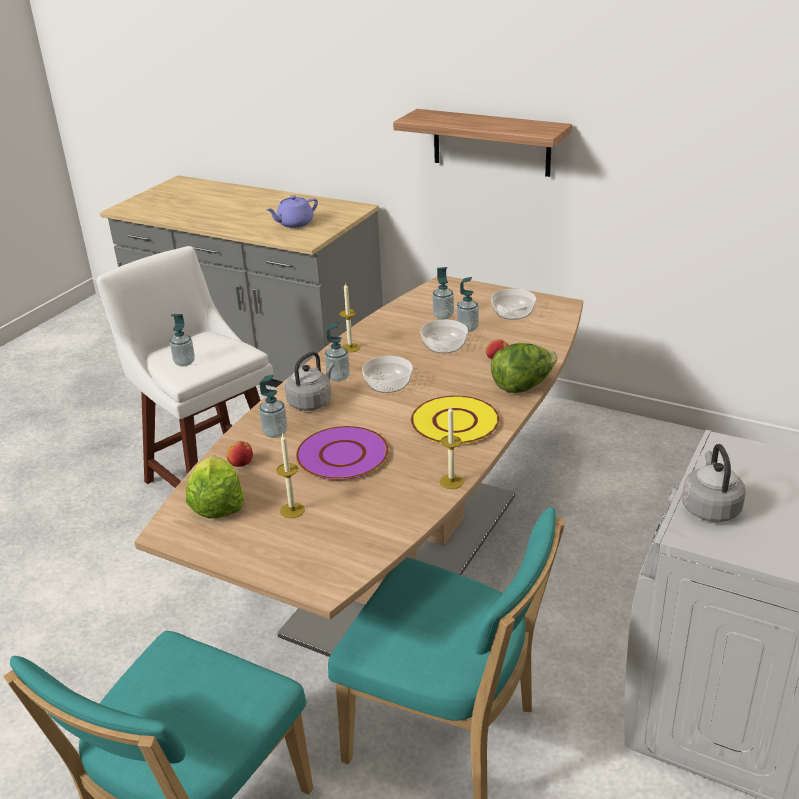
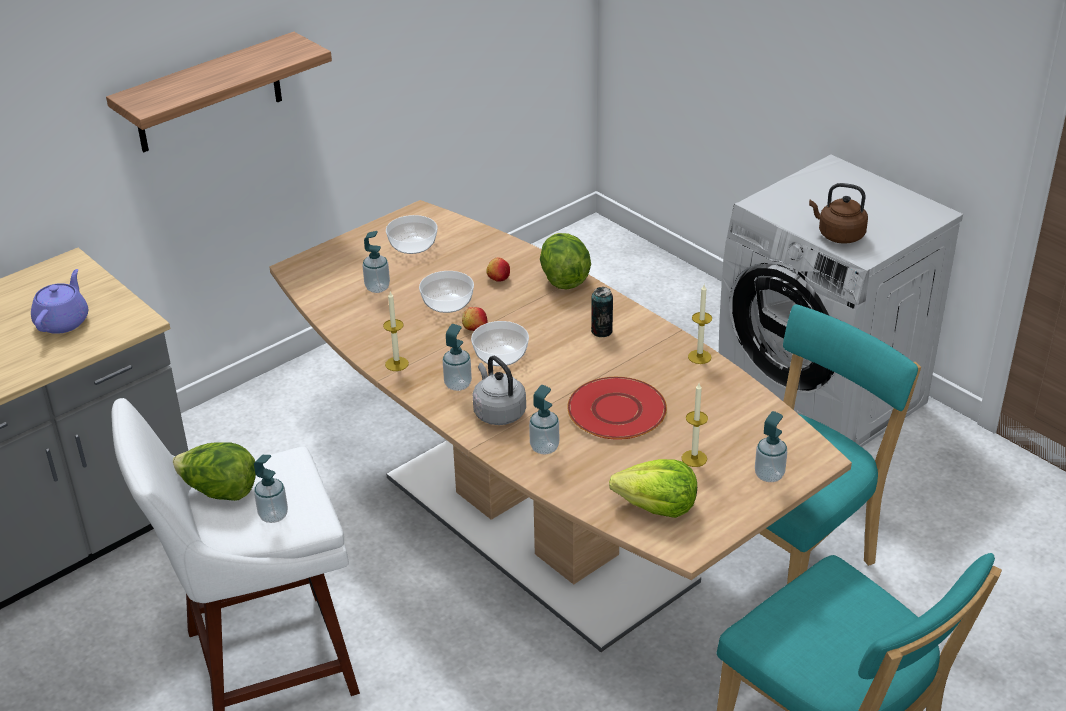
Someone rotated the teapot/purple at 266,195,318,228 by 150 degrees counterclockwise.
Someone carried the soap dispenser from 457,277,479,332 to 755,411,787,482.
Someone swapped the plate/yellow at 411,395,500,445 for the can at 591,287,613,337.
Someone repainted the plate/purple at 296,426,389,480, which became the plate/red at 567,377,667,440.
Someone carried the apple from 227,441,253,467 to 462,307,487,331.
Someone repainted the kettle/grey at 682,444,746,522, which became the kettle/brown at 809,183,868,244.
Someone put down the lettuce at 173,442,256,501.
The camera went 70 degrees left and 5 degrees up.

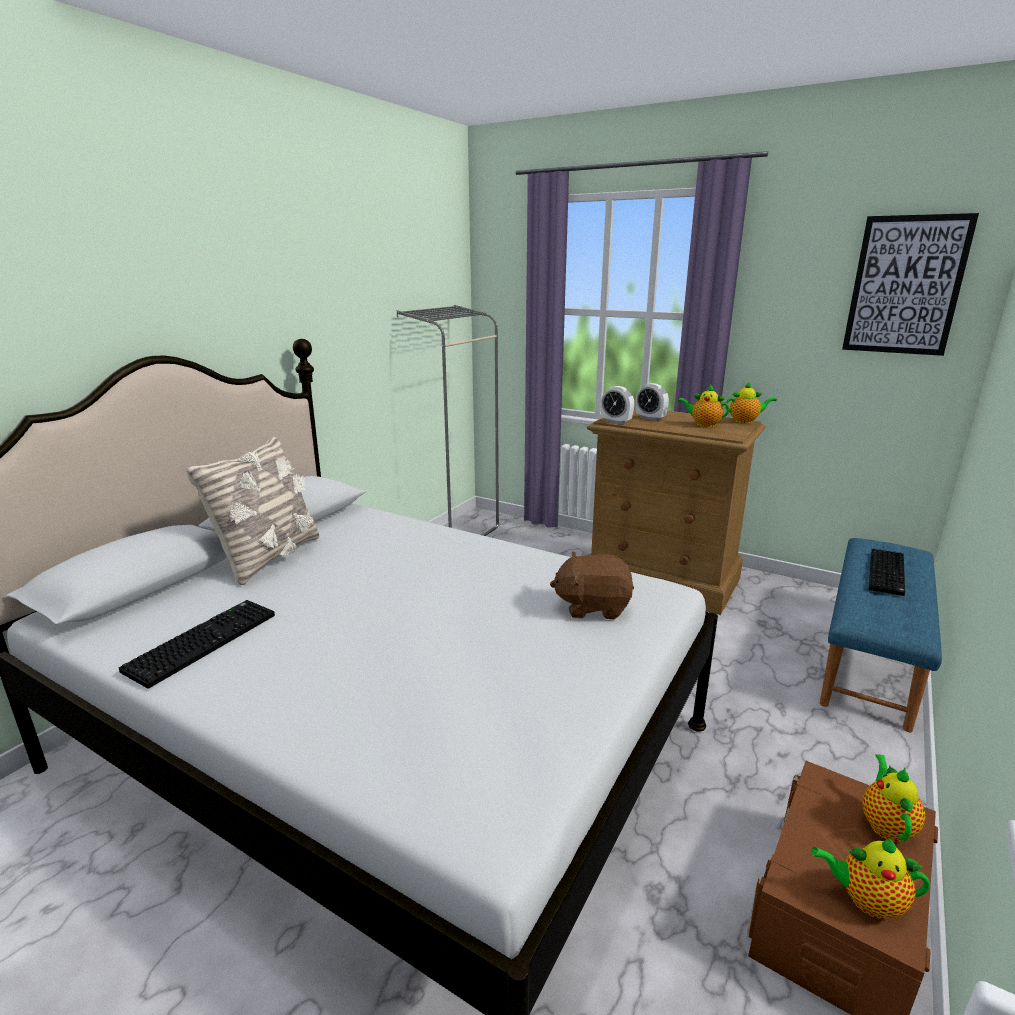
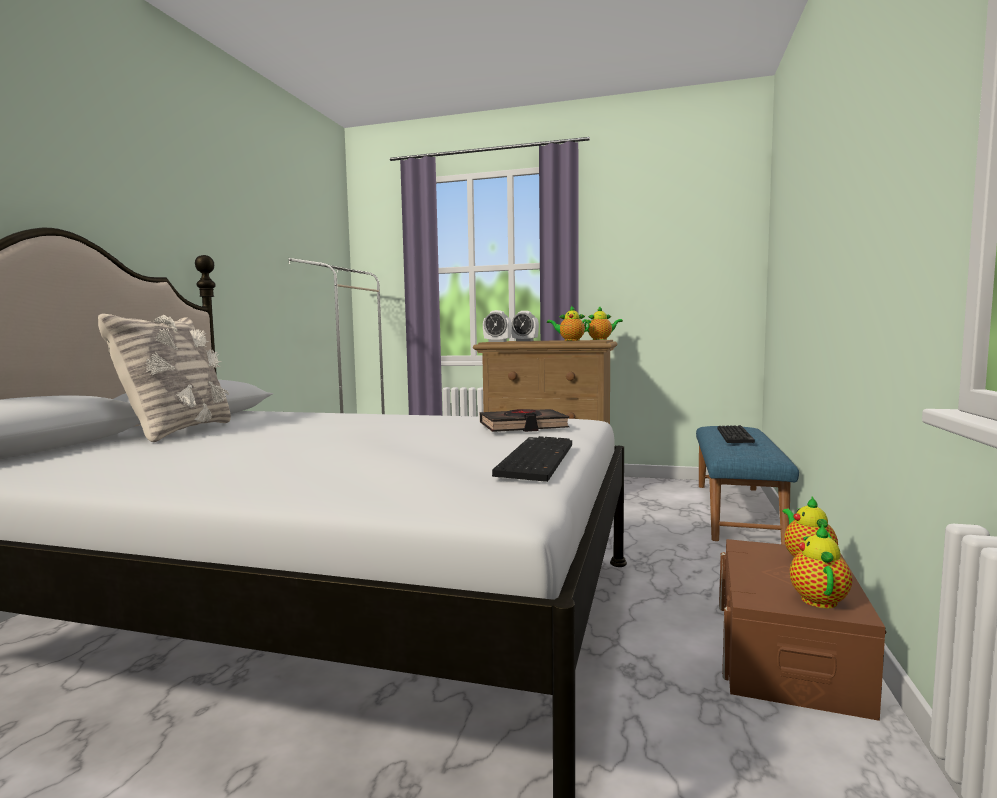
Someone took away the picture at 842,213,979,356.
Someone swapped the plush toy/brown at 550,551,634,619 for the book/black at 480,409,569,432.
Someone carried the keyboard from 119,600,275,689 to 492,436,572,482.
Someone rotated the teapot at 812,838,930,919 by 105 degrees clockwise.
The camera went 15 degrees left and 15 degrees down.

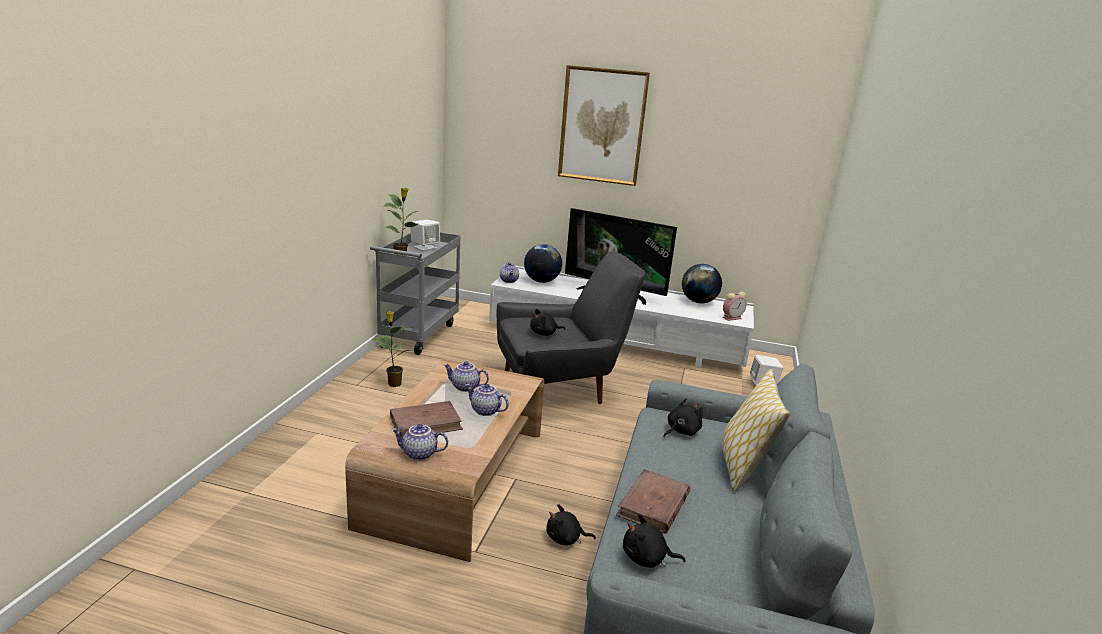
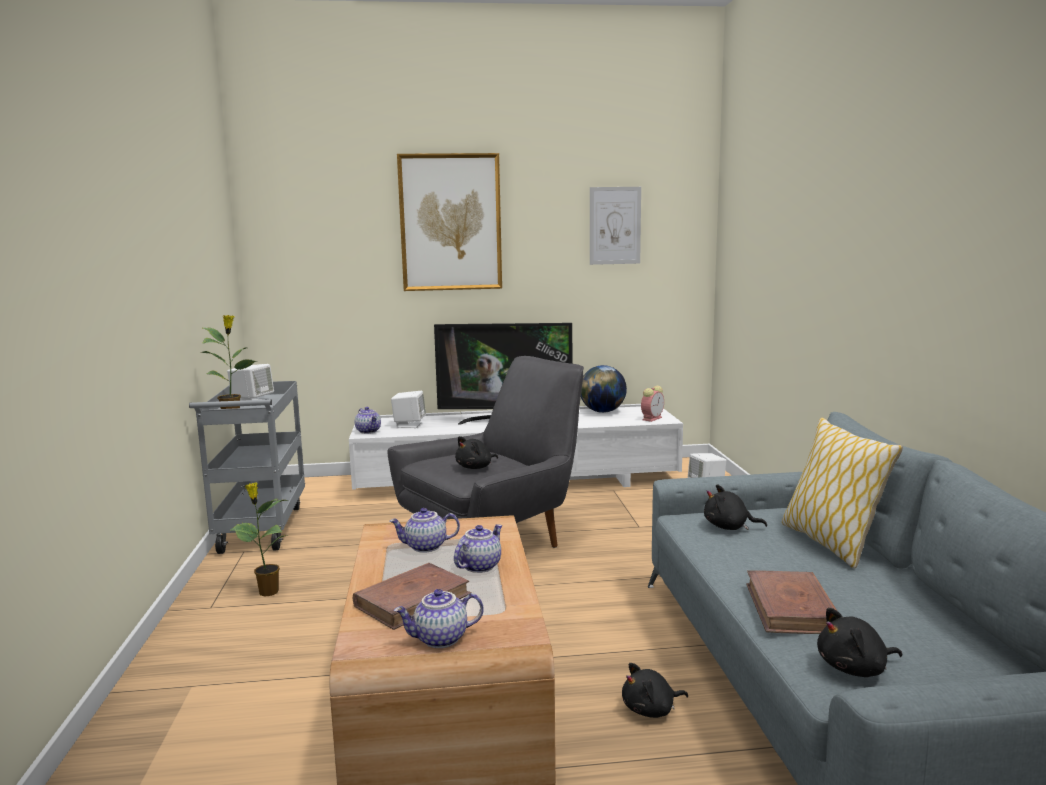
Someone swapped the globe at 524,244,562,283 for the speaker/white at 391,391,426,428.
Someone rotated the teapot at 466,384,509,416 by 120 degrees clockwise.
Someone rotated the plush toy/black at 663,398,703,437 by 105 degrees counterclockwise.
Someone put up the picture at 590,187,641,265.
The camera went 20 degrees left and 10 degrees down.

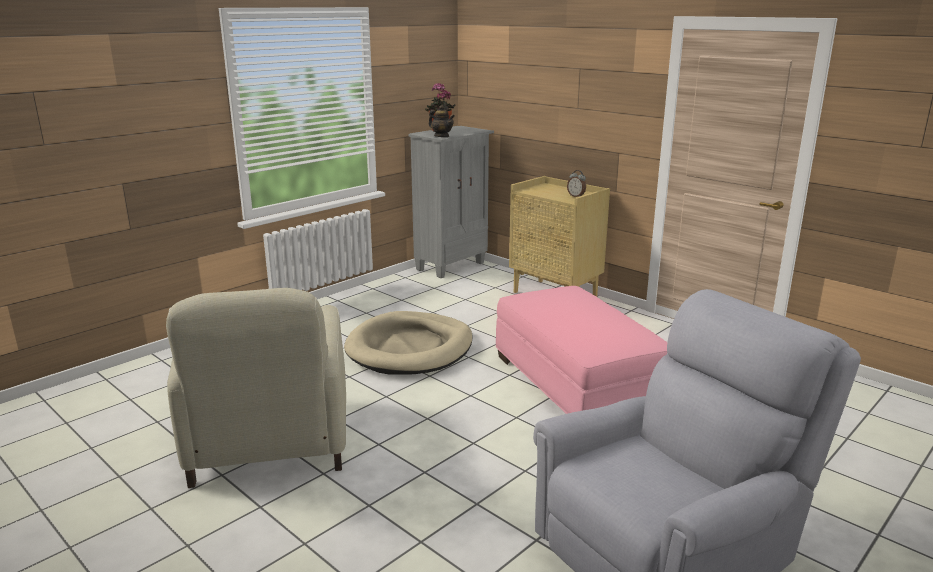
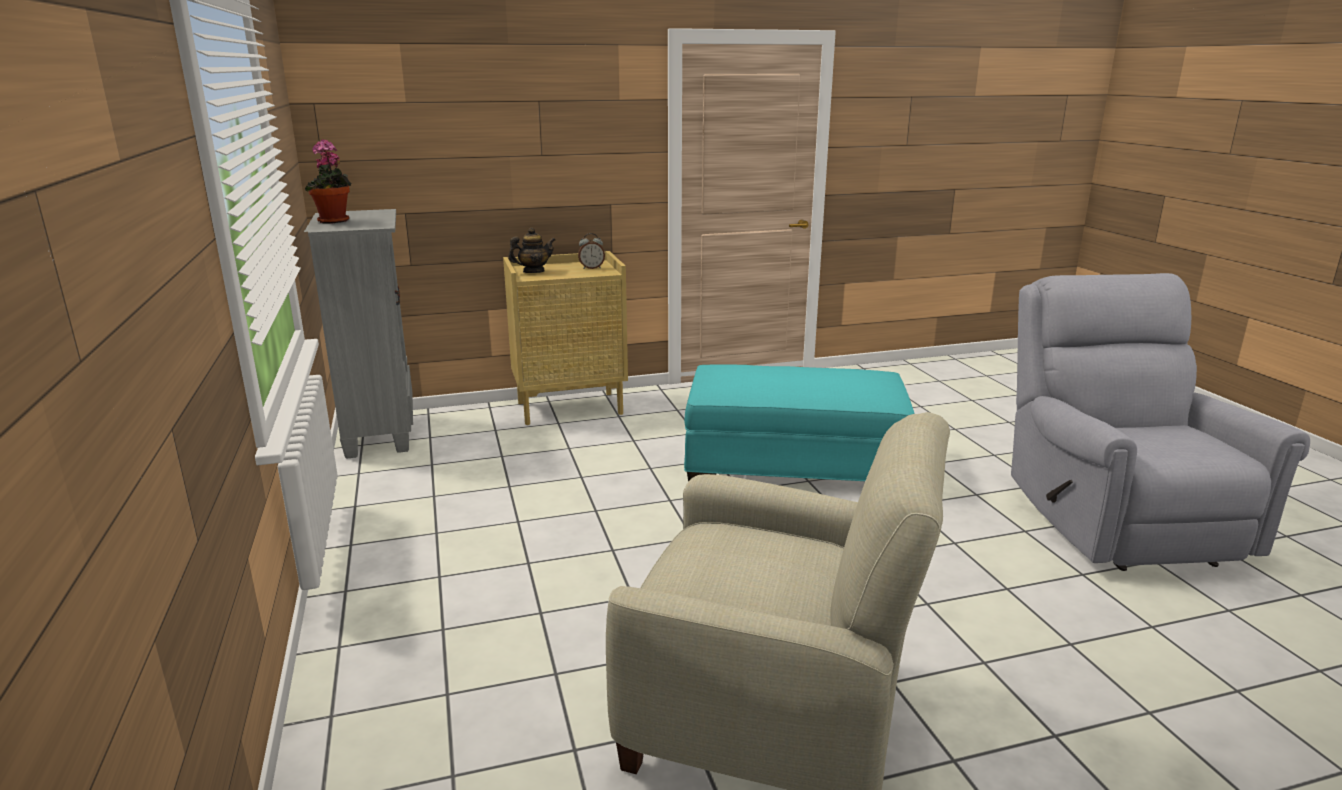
Someone carried the teapot from 429,105,455,137 to 508,227,555,273.
Someone repainted the ottoman/pink at 496,286,667,414, which became the ottoman/turquoise at 684,364,914,482.
Someone took away the dog bed/beige at 344,311,473,375.
The camera went 60 degrees left and 0 degrees up.

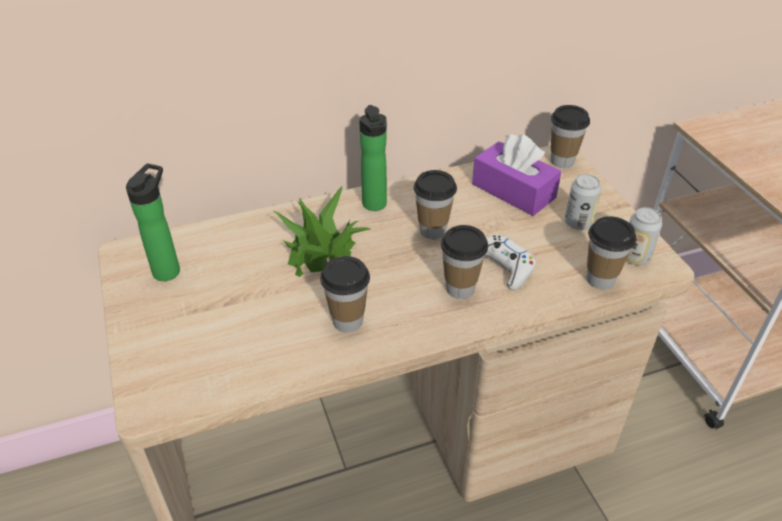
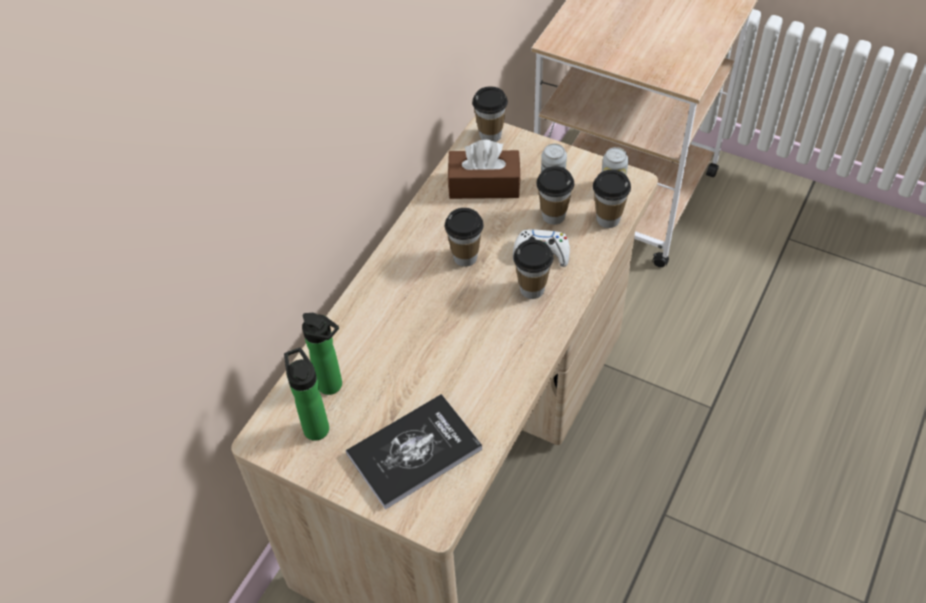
Someone carried the bottle from 359,105,387,211 to 302,313,342,395.
Someone repainted the tissue box/purple at 472,134,561,216, which became the tissue box/brown at 448,140,521,199.
Someone took away the potted plant at 272,186,370,277.
Someone carried the cup from 320,256,370,333 to 536,166,574,225.
Someone put down the book at 346,394,482,510.
The camera went 40 degrees left and 10 degrees up.

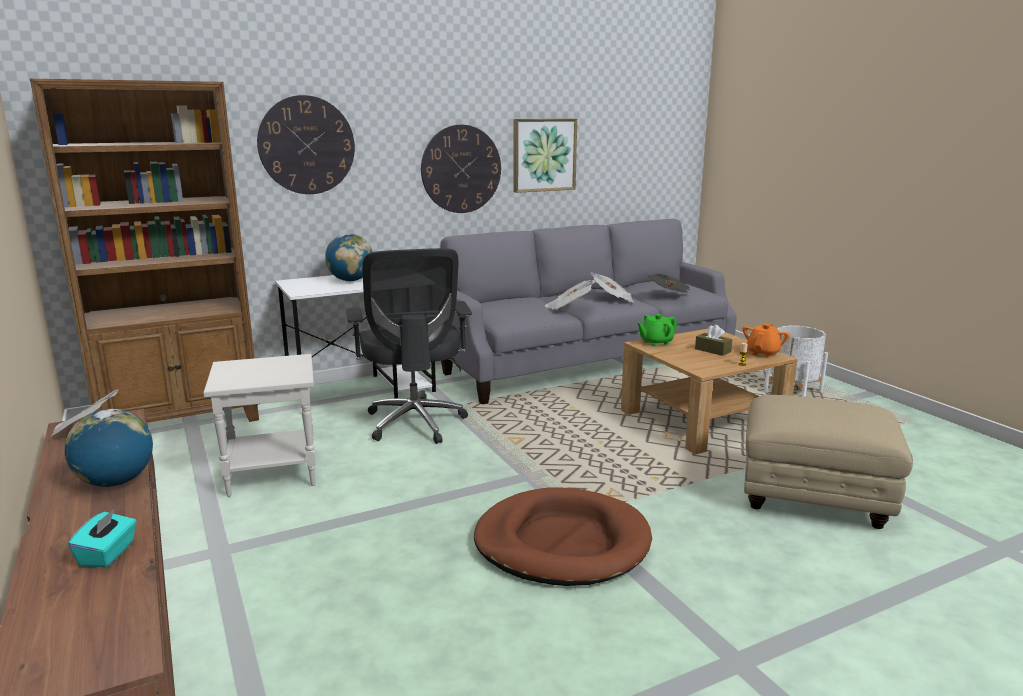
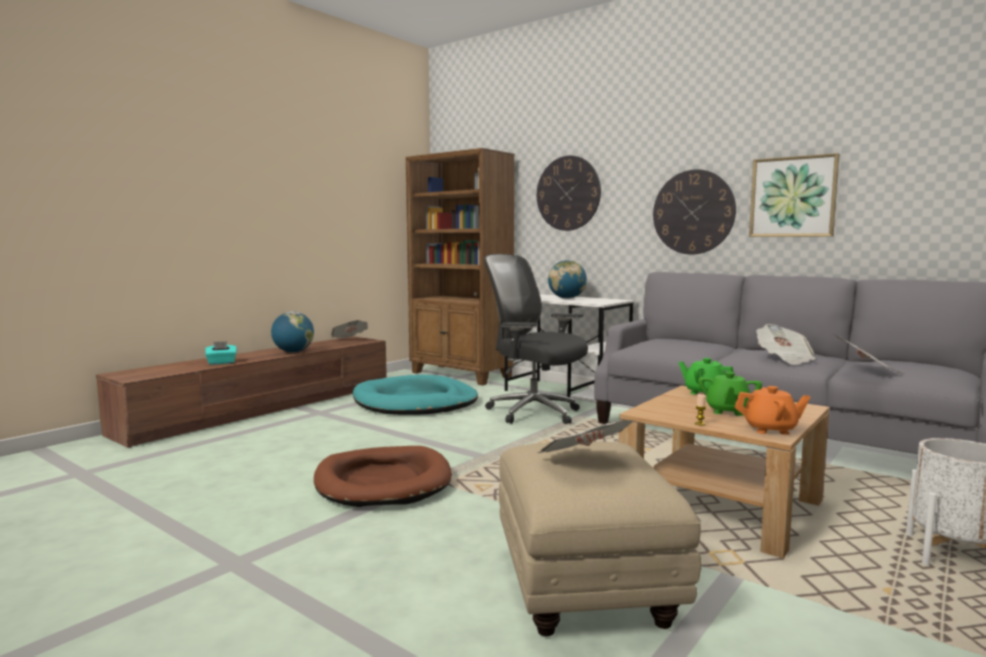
Someone rotated the office chair at 346,248,472,444 by 75 degrees clockwise.
Someone carried the newspaper from 545,280,595,310 to 538,420,634,453.
Someone swapped the tissue box/brown at 695,324,732,356 for the teapot/green at 698,372,762,416.
Someone swapped the side table/white at 203,354,316,497 for the dog bed/turquoise at 353,375,478,415.
The camera went 65 degrees right and 10 degrees down.

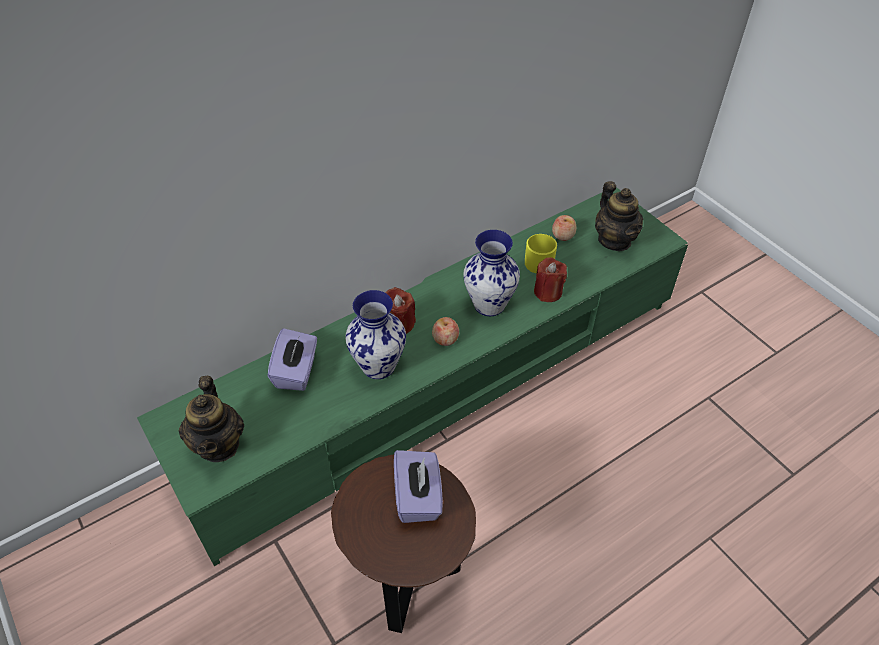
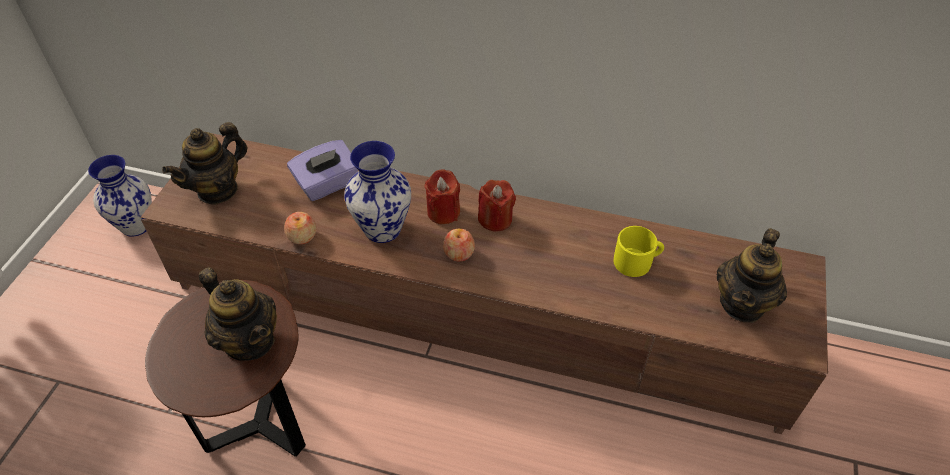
Someone repainted the tv stand/green at 137,187,688,566, which became the tv stand/brown at 141,133,828,434.
Someone carried the apple from 552,215,577,241 to 284,212,316,244.
Someone carried the vase from 463,230,520,316 to 88,155,152,237.
Someone carried the candle/red from 534,257,567,302 to 478,180,516,231.
Someone swapped the tissue box/purple at 394,450,443,523 for the teapot at 199,267,277,361.
The camera went 50 degrees right and 0 degrees up.

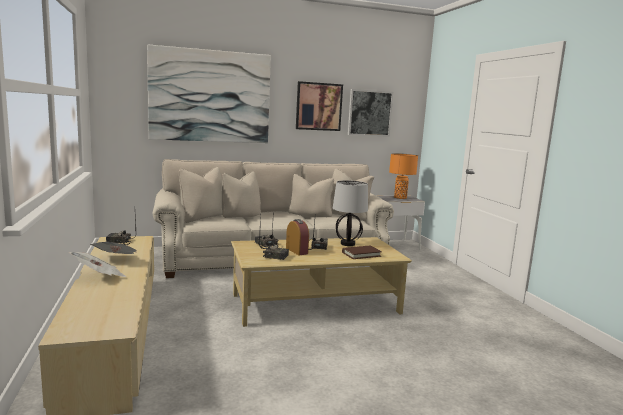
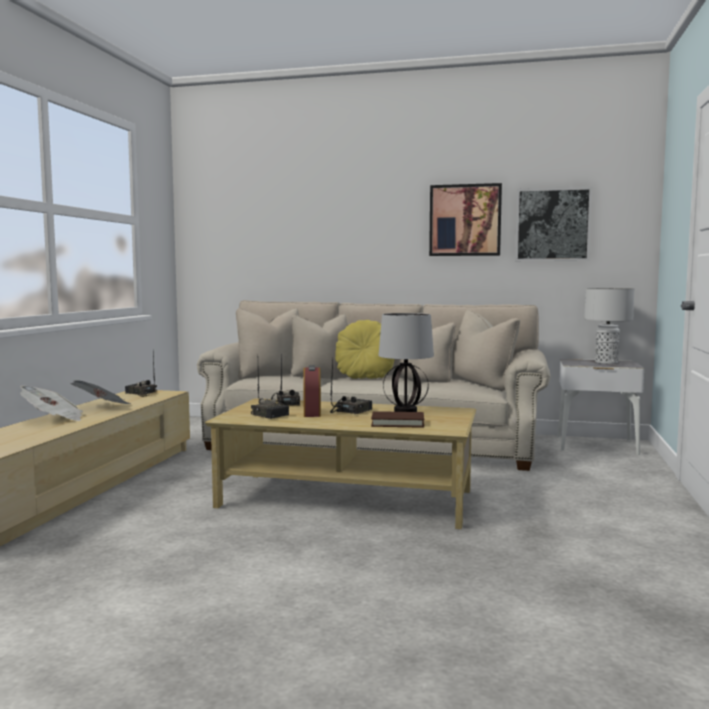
Someone took away the picture at 147,44,271,143.
Someone repainted the table lamp/orange at 389,153,418,199, which became the table lamp/white at 584,288,634,364.
Someone put down the pillow/yellow at 335,320,395,379.
The camera went 30 degrees right and 5 degrees down.

